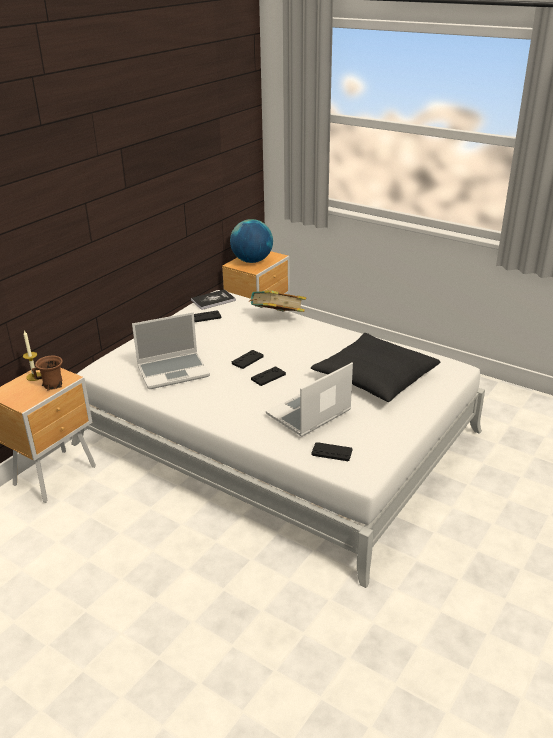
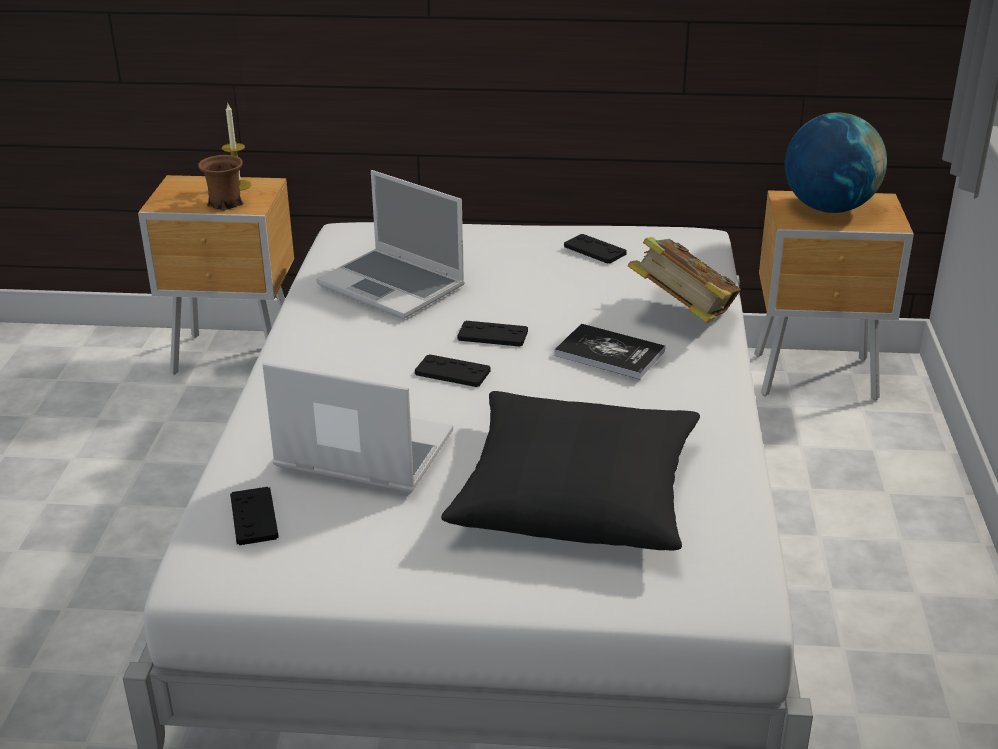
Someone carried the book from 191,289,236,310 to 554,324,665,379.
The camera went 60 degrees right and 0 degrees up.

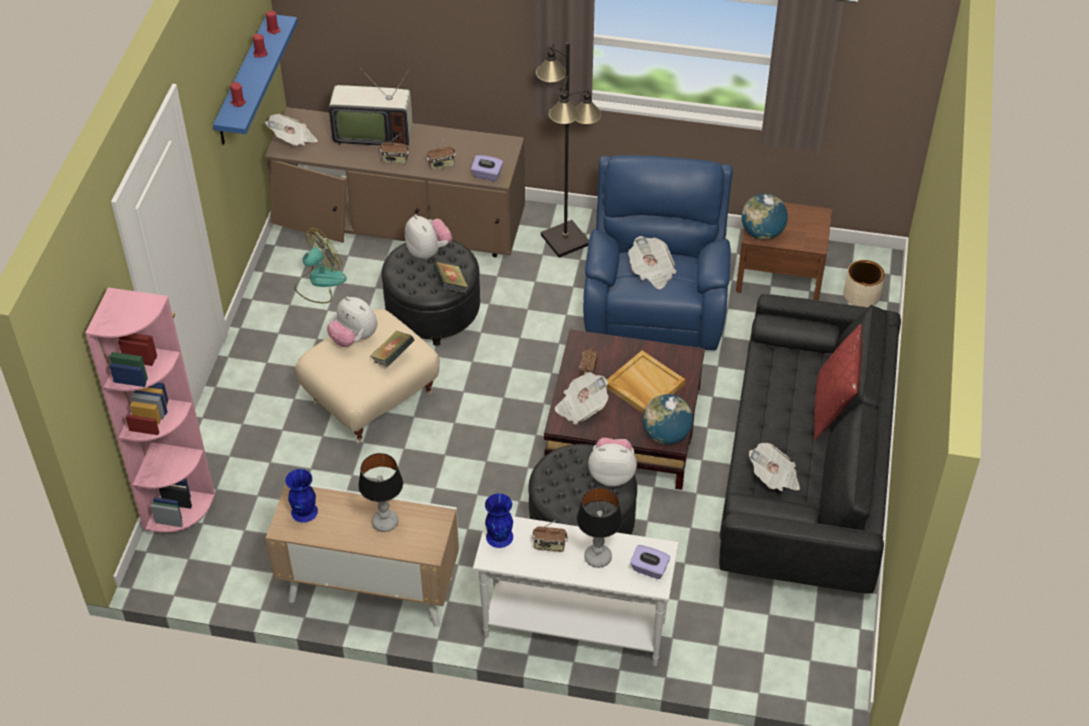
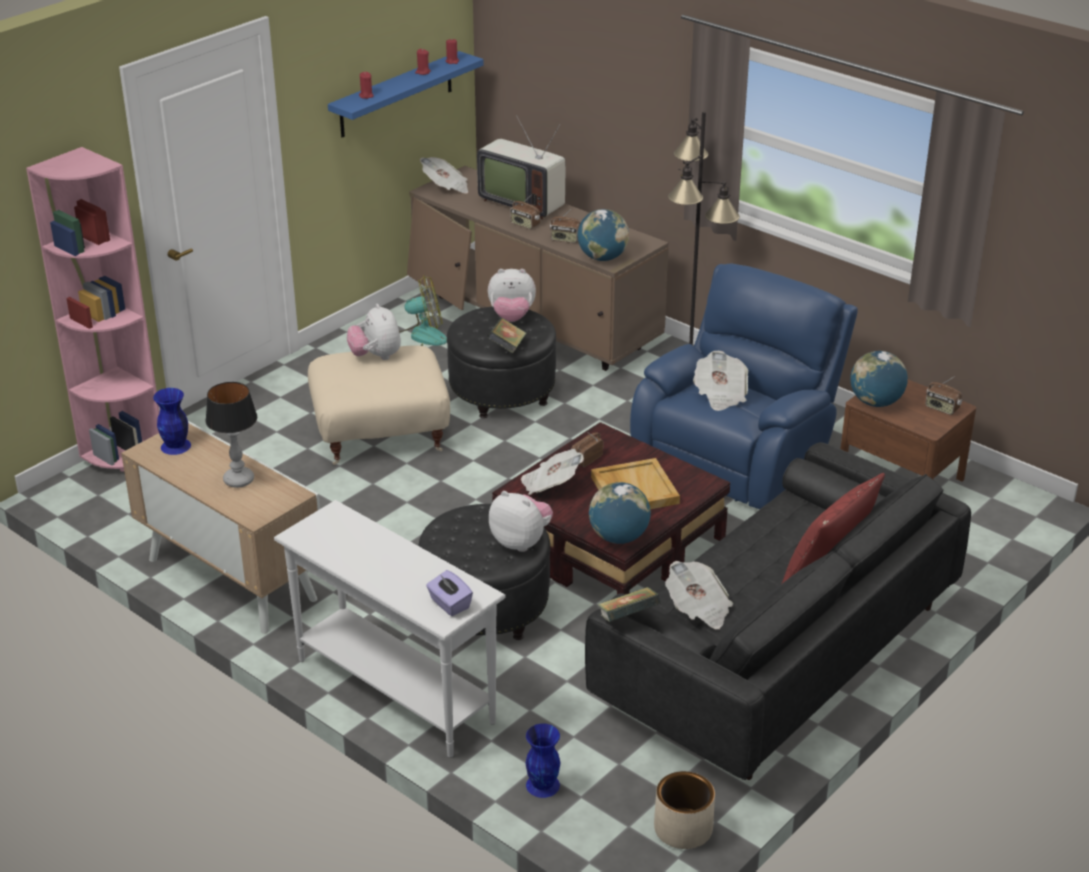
Someone swapped the tissue box/purple at 471,155,503,181 for the globe at 578,209,629,261.
Someone rotated the plush toy at 405,214,452,260 by 90 degrees clockwise.
Someone carried the planter/beige from 844,260,885,307 to 654,771,715,849.
Someone carried the book from 370,331,415,367 to 597,587,661,622.
Someone took away the table lamp at 577,487,623,568.
Someone carried the vase/blue from 485,493,513,548 to 525,724,560,798.
Someone carried the radio from 532,520,568,552 to 925,376,962,415.
The camera went 30 degrees right and 15 degrees down.

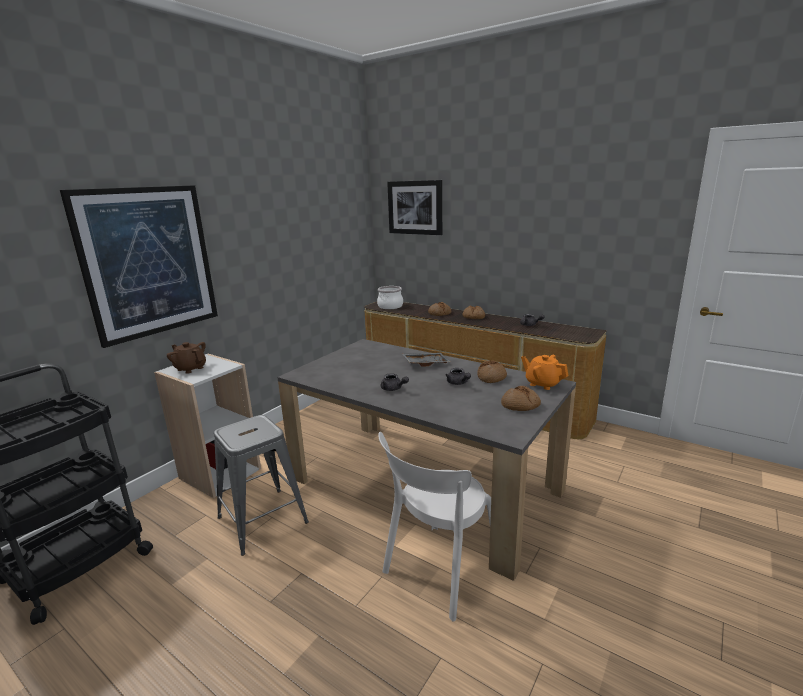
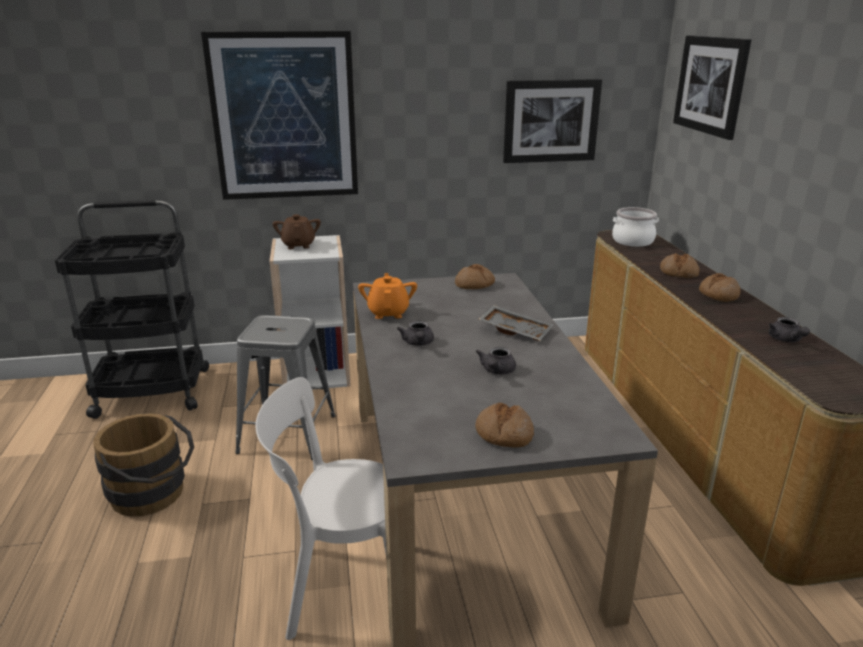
Someone carried the teapot/orange from 521,355,569,390 to 358,273,417,319.
Someone carried the bread from 477,360,507,383 to 455,264,495,289.
Someone put up the picture at 503,79,602,163.
Someone put down the bucket/brown at 94,413,194,517.
The camera went 45 degrees right and 5 degrees up.

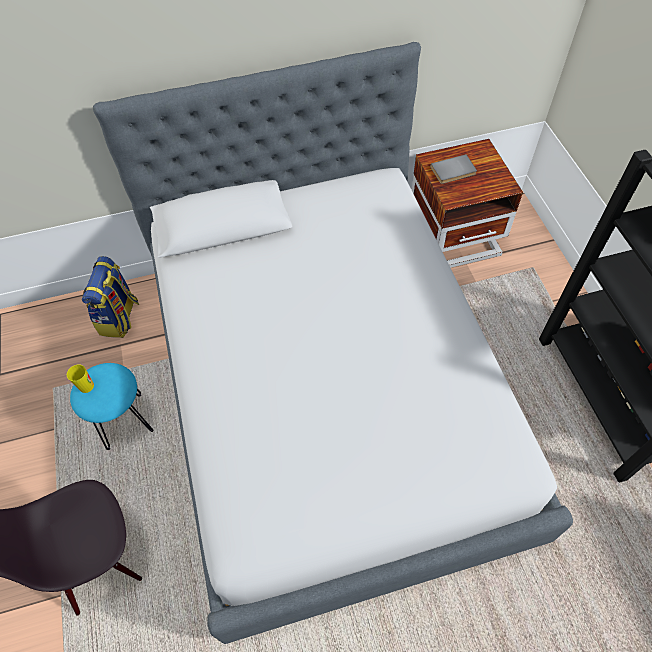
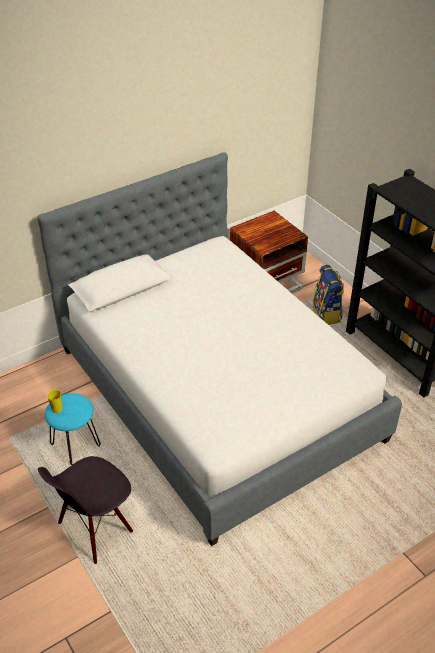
Someone took away the book/grey at 430,154,477,184.
Someone carried the backpack from 82,256,139,338 to 313,265,343,325.
The camera went 20 degrees left and 15 degrees down.

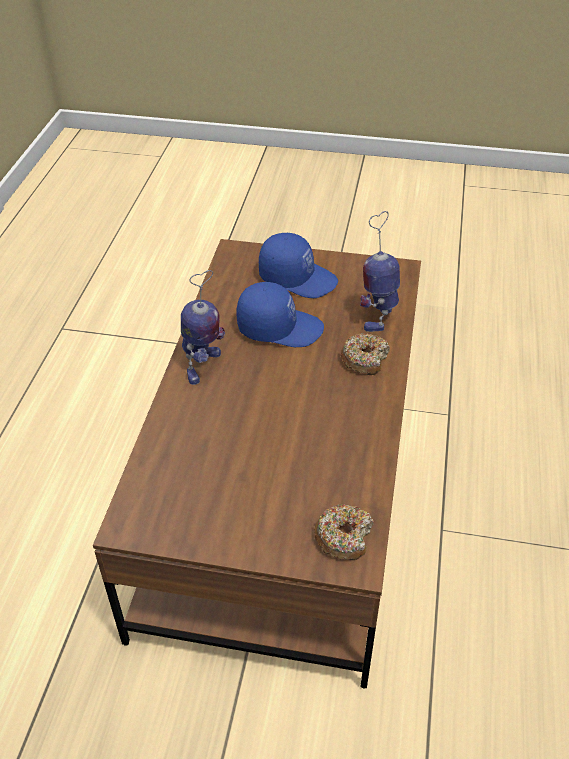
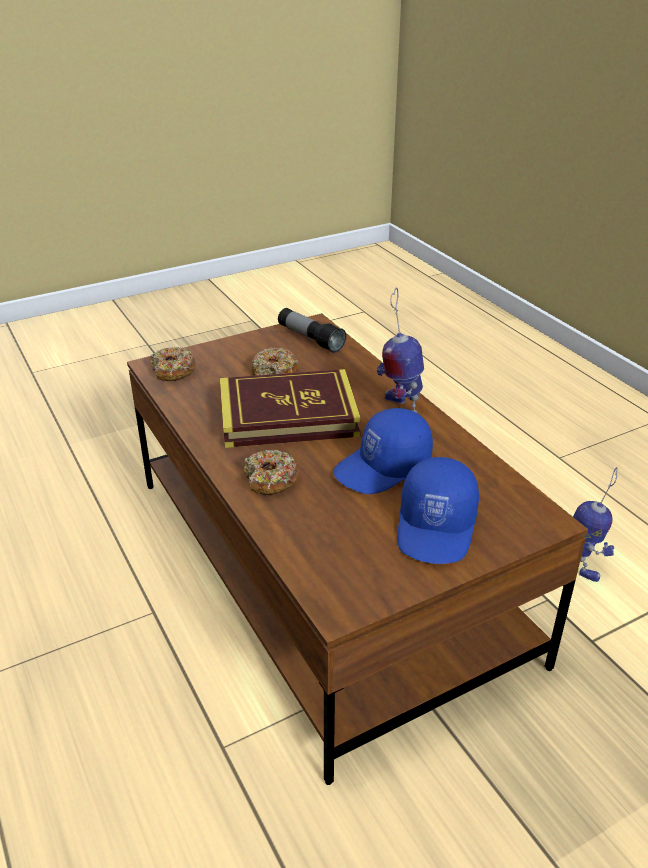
Someone carried the toy robot from 360,211,400,332 to 573,467,617,582.
Someone rotated the cap/blue at 259,233,338,298 by 60 degrees counterclockwise.
Someone put down the flashlight at 278,308,346,353.
Someone put down the donut at 251,348,298,376.
Someone put down the book at 220,369,361,448.
The camera went 140 degrees right and 10 degrees down.

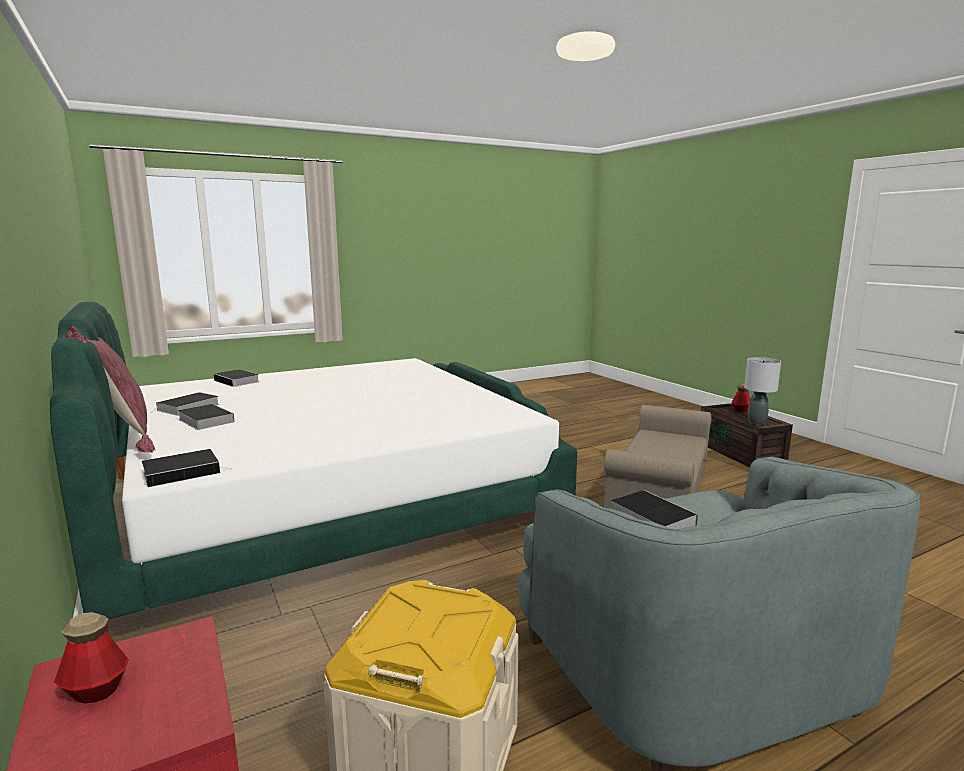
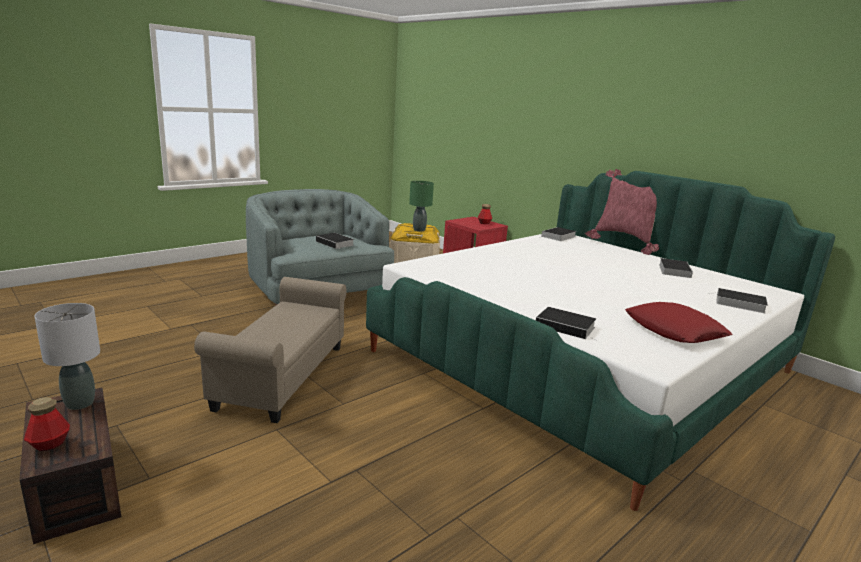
Someone carried the book from 178,404,234,430 to 536,307,596,341.
Someone put down the table lamp/green at 409,181,434,232.
Someone put down the pillow/red at 625,302,732,343.
The camera went 165 degrees right and 5 degrees up.

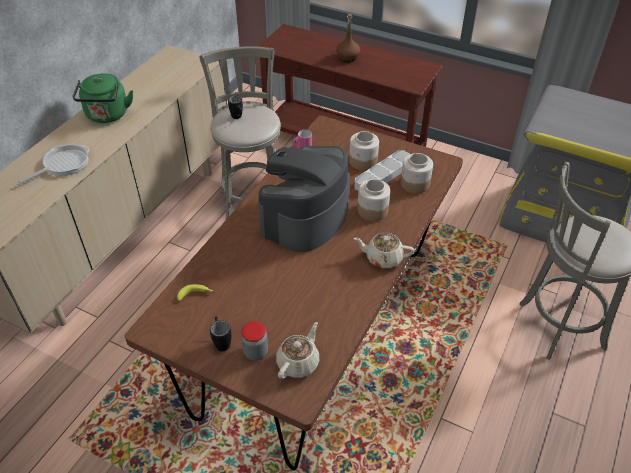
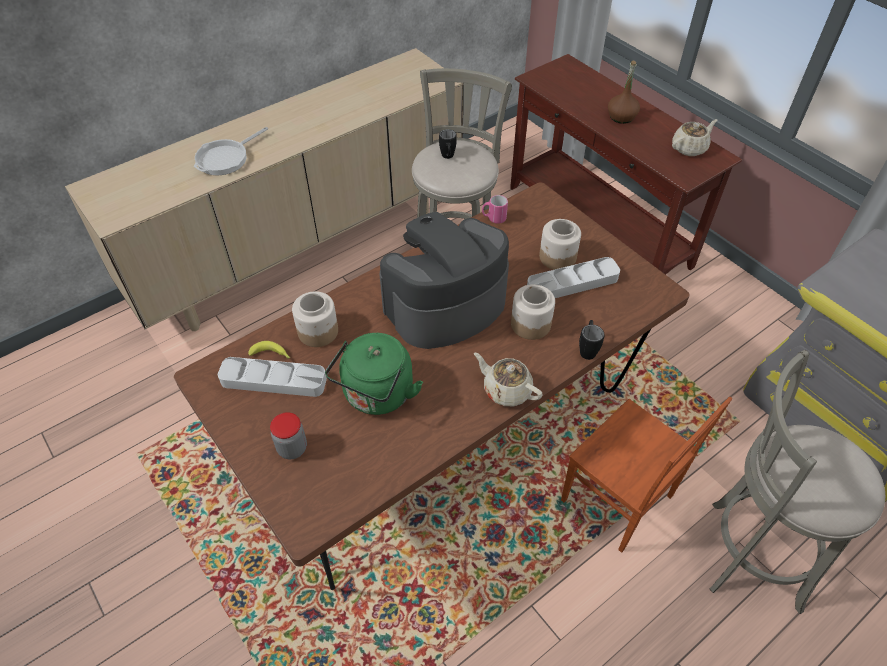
Someone carried the kettle/green from 72,73,133,123 to 325,333,423,415.
Someone rotated the frying pan at 16,144,90,185 by 150 degrees clockwise.
Someone carried the jar from 401,153,433,194 to 292,291,338,347.
Someone carried the mug/black from 210,316,232,351 to 579,320,605,360.
Someone carried the teapot/beige from 276,322,319,379 to 672,119,718,156.
Someone put down the tray/grey at 218,357,327,397.
Someone put down the chair/brown at 561,397,732,553.
The camera went 25 degrees right and 5 degrees up.

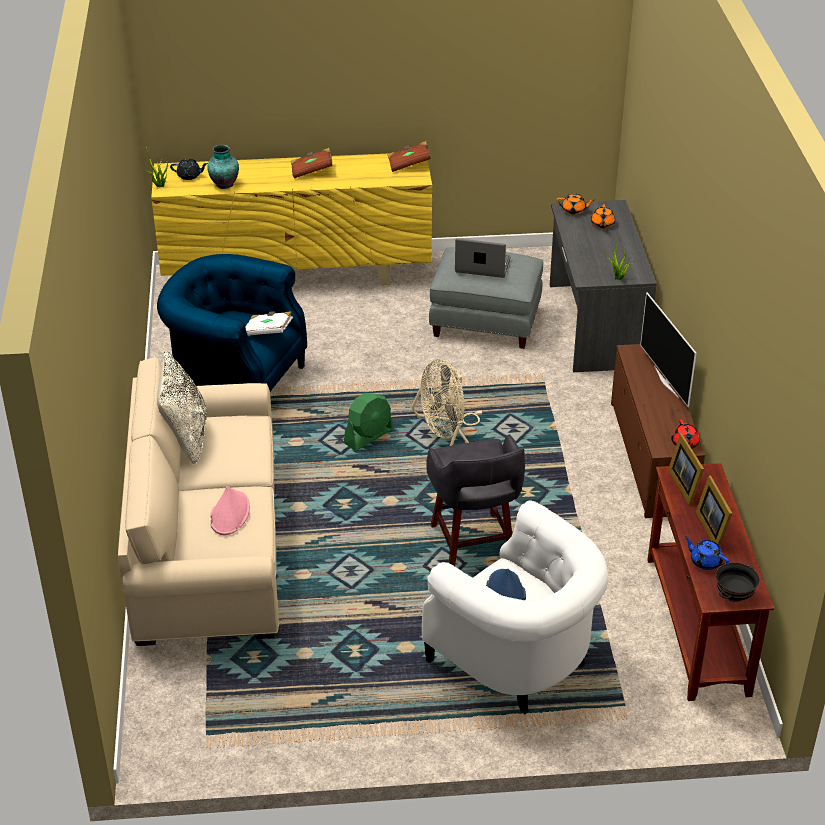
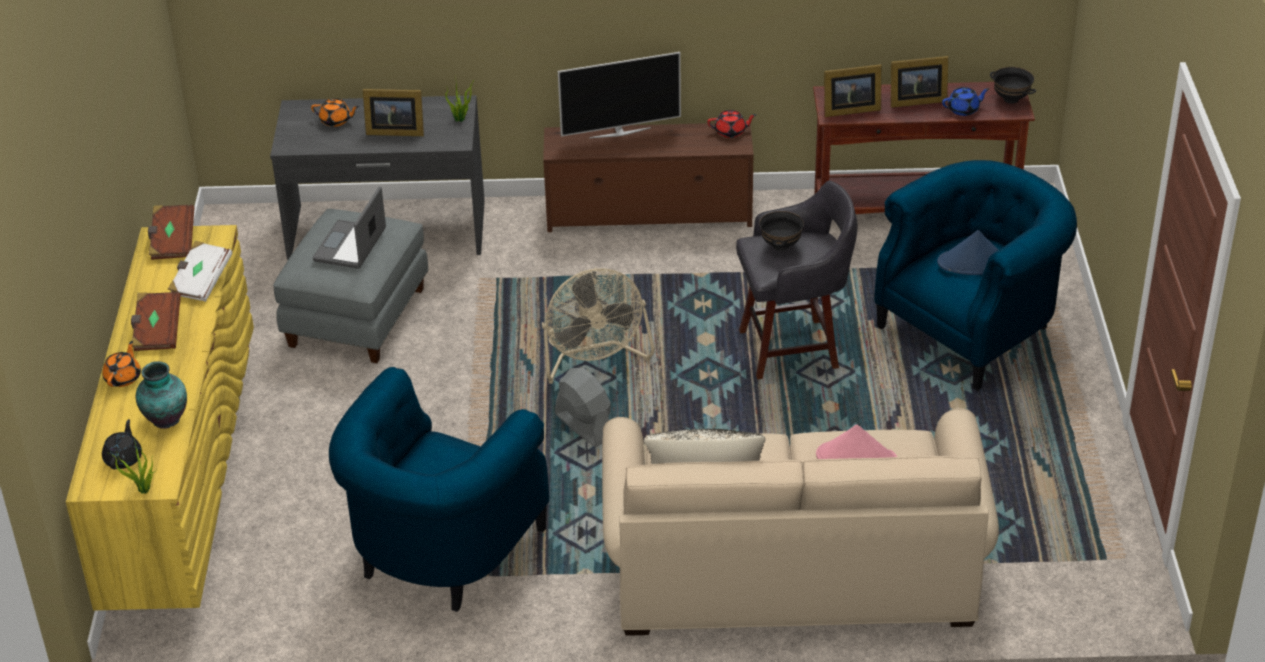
Someone carried the teapot/orange from 556,193,595,215 to 102,341,141,387.
Someone carried the book/white from 245,311,293,336 to 168,240,233,302.
Someone repainted the fan/green at 344,393,393,451, which became the fan/grey at 555,368,611,447.
Someone repainted the armchair/white at 422,500,608,714, which became the armchair/blue at 874,160,1077,391.
Someone rotated the teapot/blue at 684,536,729,570 by 150 degrees counterclockwise.
Someone put down the picture frame at 363,89,424,136.
Someone put down the bowl/black at 759,211,804,251.
The camera went 85 degrees left and 0 degrees up.

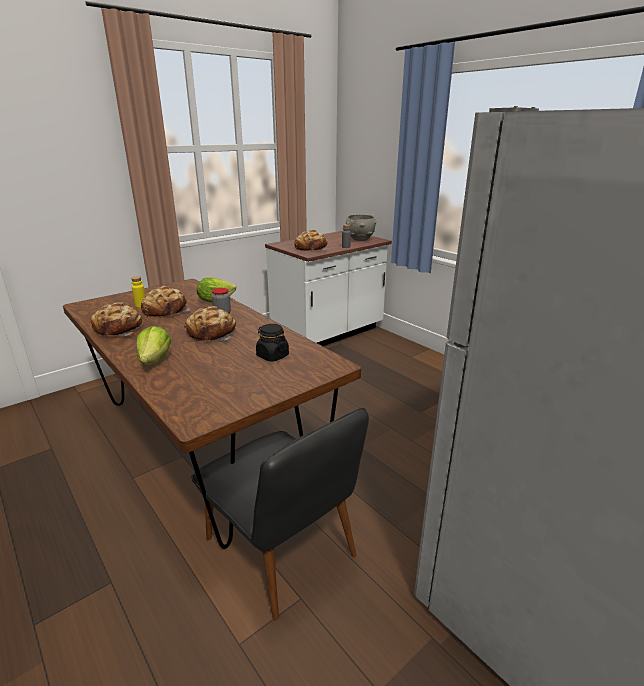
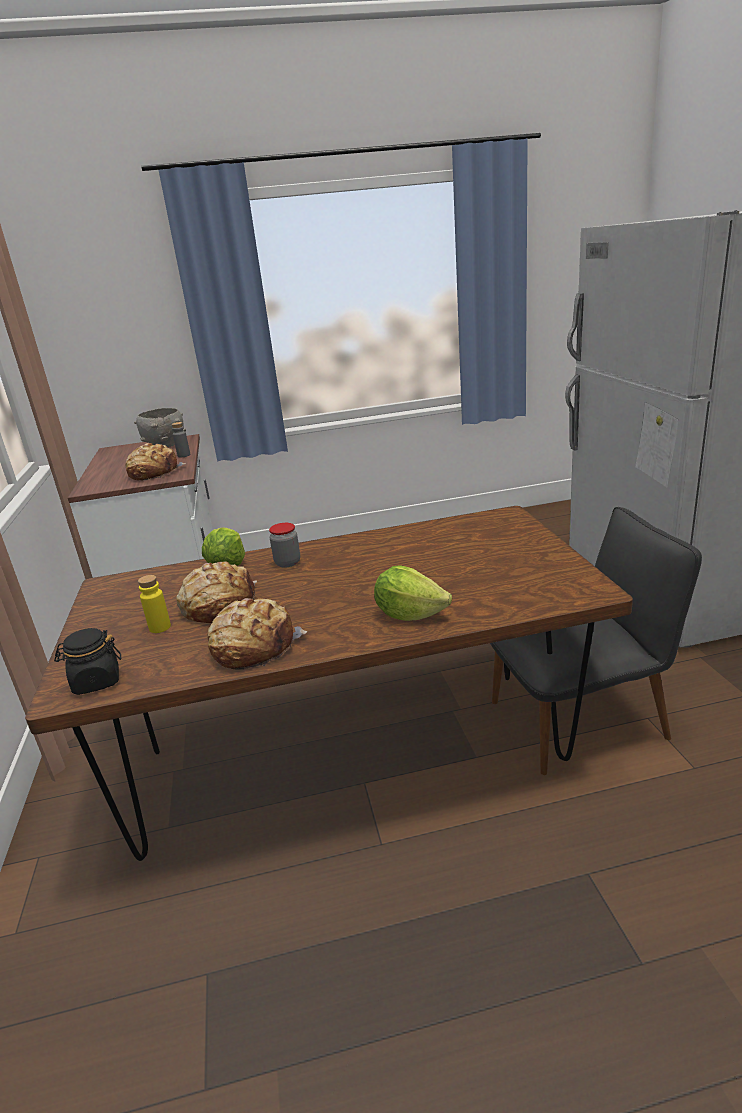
Someone took away the bread at 184,306,236,342.
Someone carried the jar/black from 256,324,289,362 to 54,628,121,695.
The camera went 60 degrees left and 0 degrees up.

